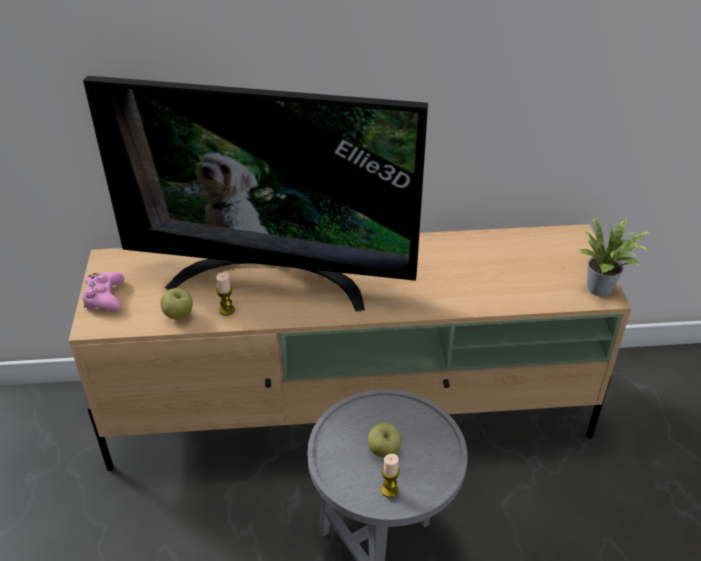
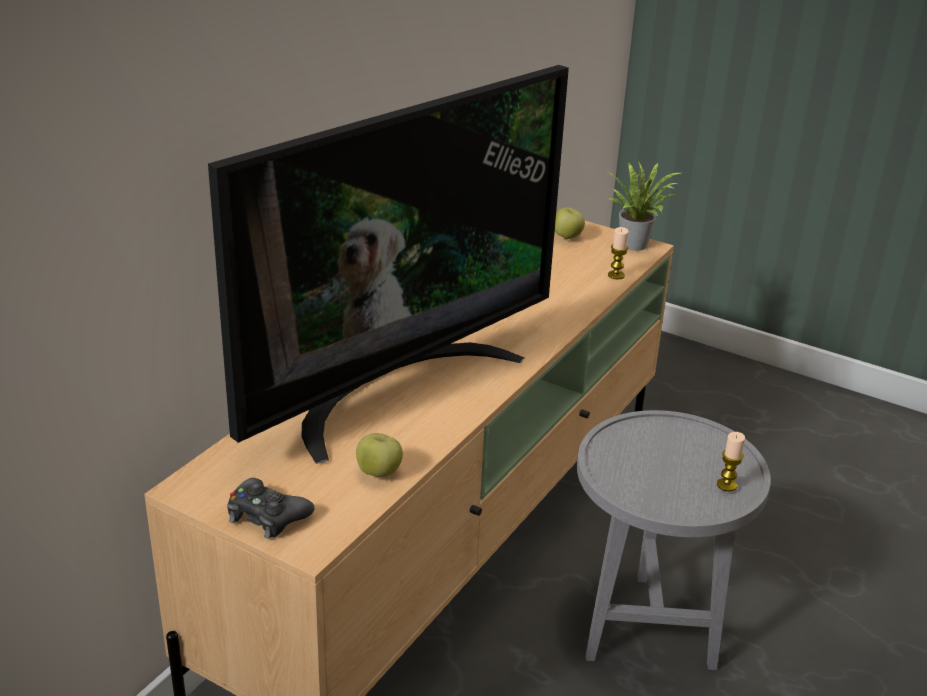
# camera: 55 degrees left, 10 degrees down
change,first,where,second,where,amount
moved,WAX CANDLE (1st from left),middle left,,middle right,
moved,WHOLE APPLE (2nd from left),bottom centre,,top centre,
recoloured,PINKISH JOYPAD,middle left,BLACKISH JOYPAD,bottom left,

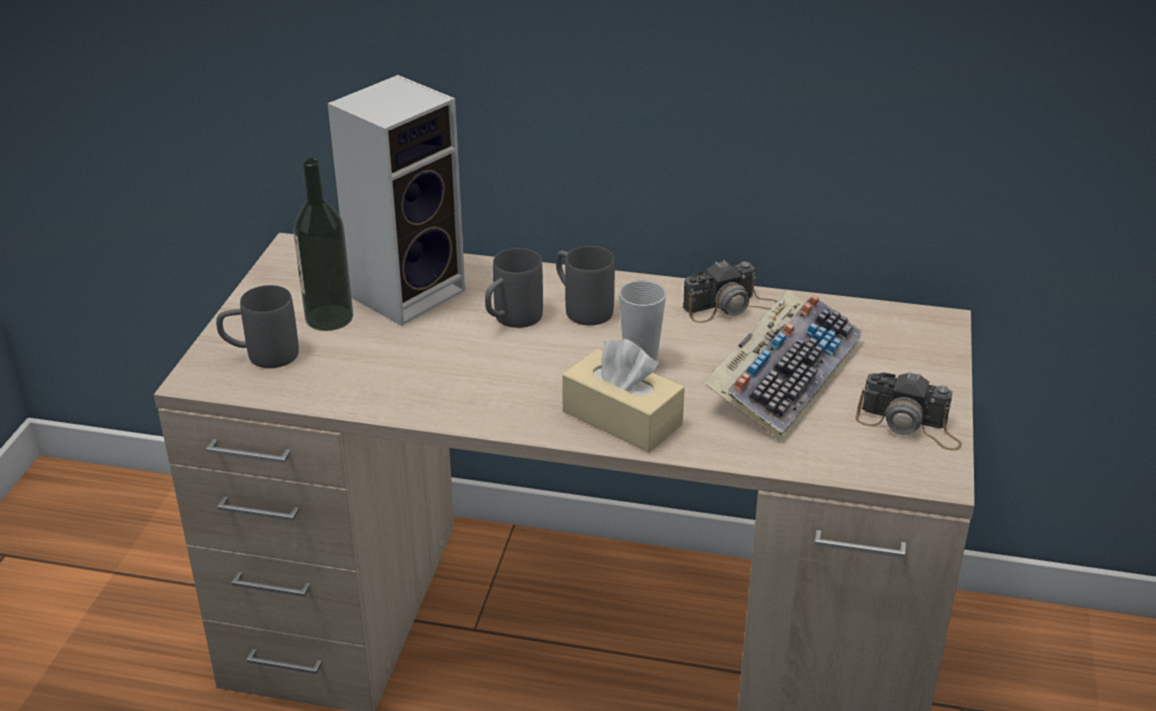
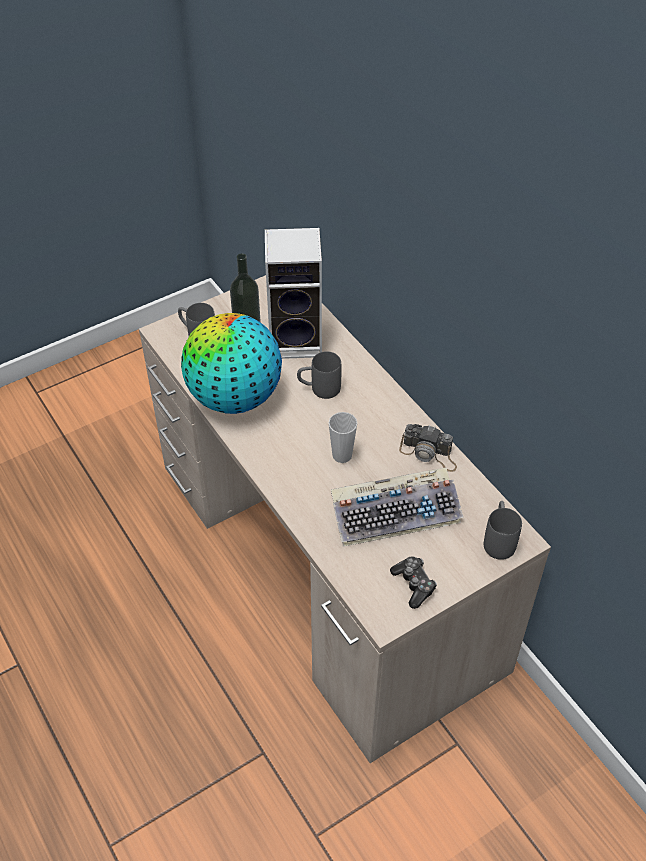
# camera: 45 degrees right, 15 degrees up
change,first,where,second,where,amount
removed,BEIGE-COLOURED TISSUE BOX,centre,,,
added,,,WORLD GLOBE,centre,
moved,GREYISH COFFEE MUG (3rd from left),centre,,middle right,
replaced,STILL CAMERA (2nd from left),middle right,JOYPAD,bottom centre,

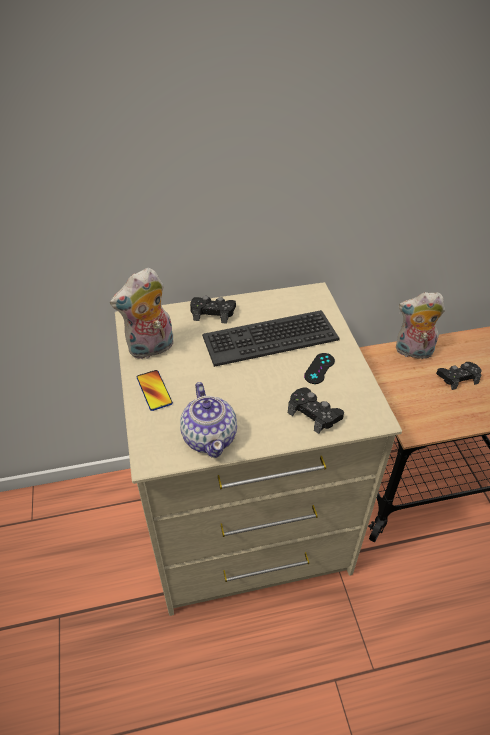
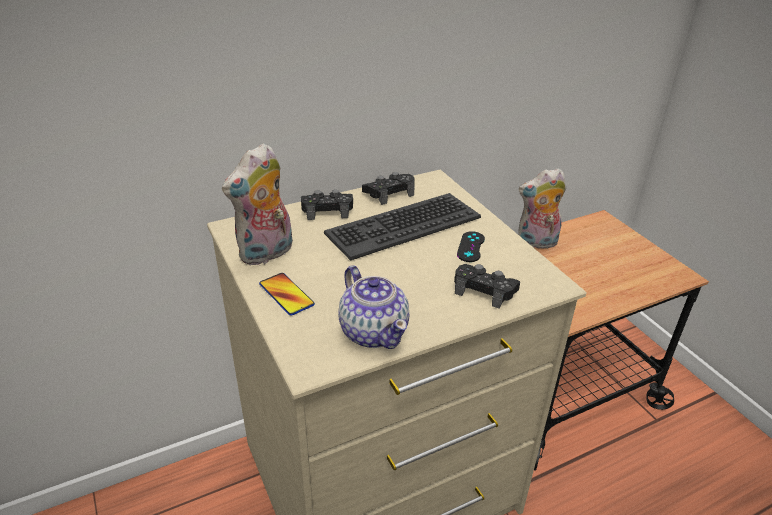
# camera: 15 degrees left, 10 degrees down
change,first,where,second,where,amount
moved,BLACKISH JOYPAD (4th from left in the first image),middle right,BLACKISH JOYPAD (2nd from left),centre,

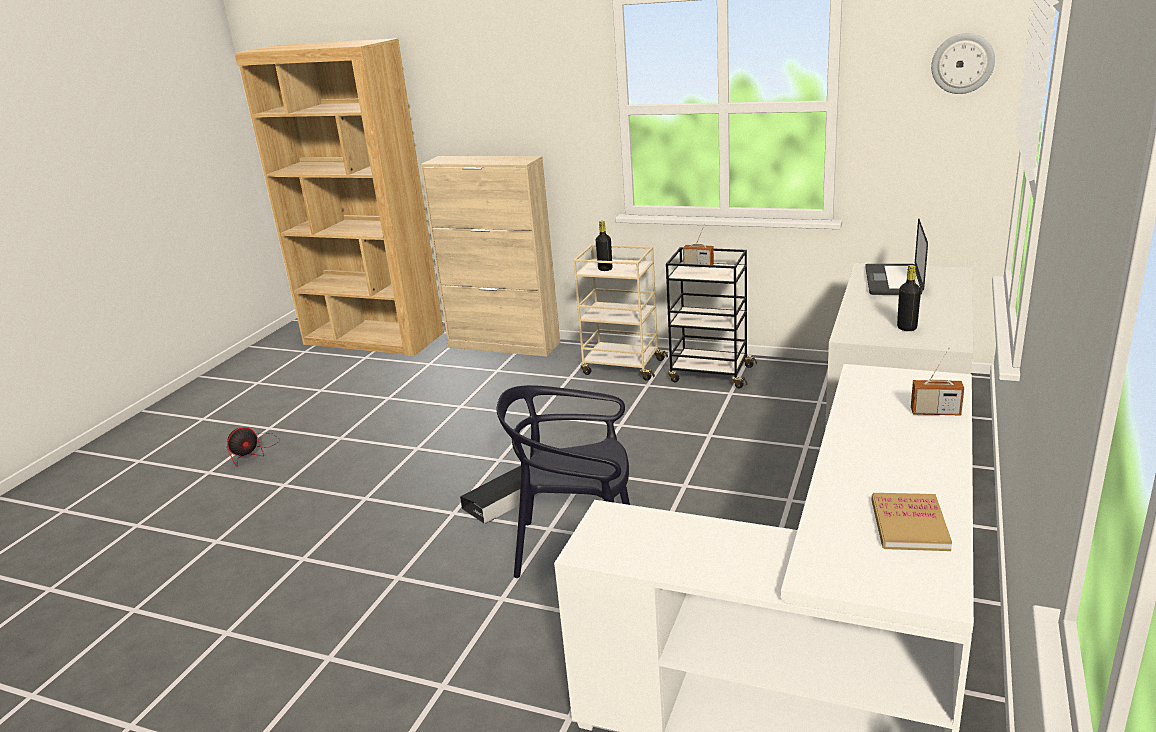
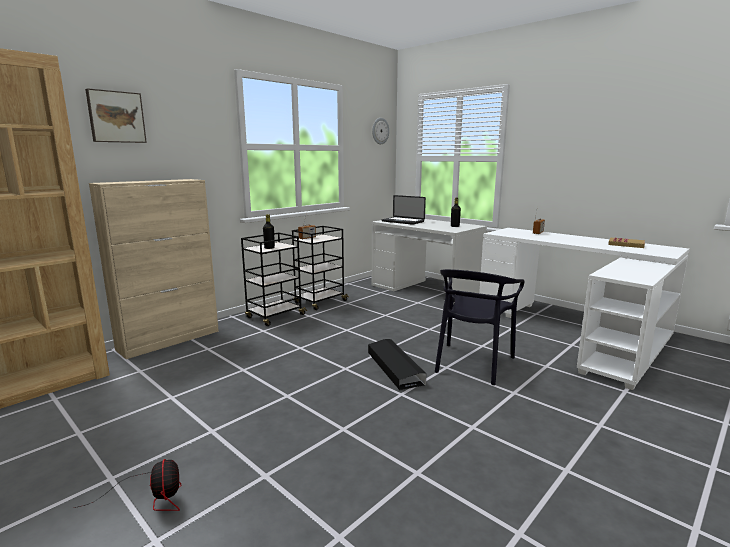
# camera: 70 degrees left, 10 degrees down
change,first,where,second,where,amount
added,,,WALL PICTURE,top left,
recoloured,BEIGE-COLOURED CART,centre,BLACKISH CART (1st from left),centre,

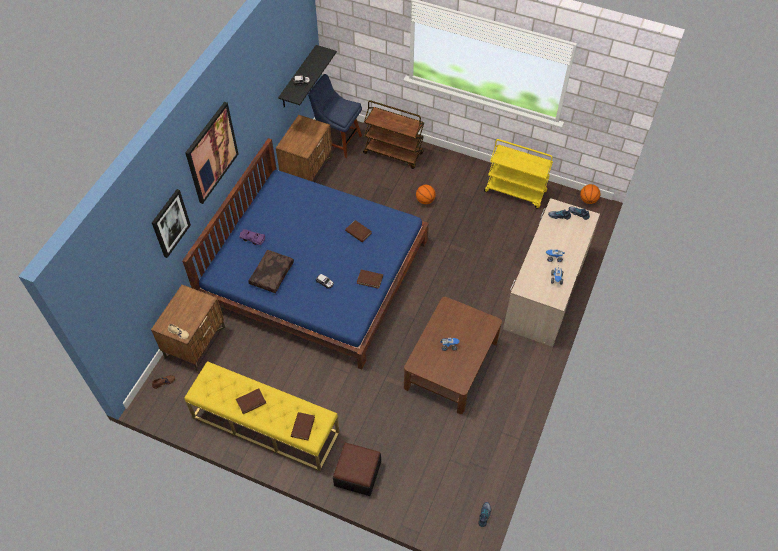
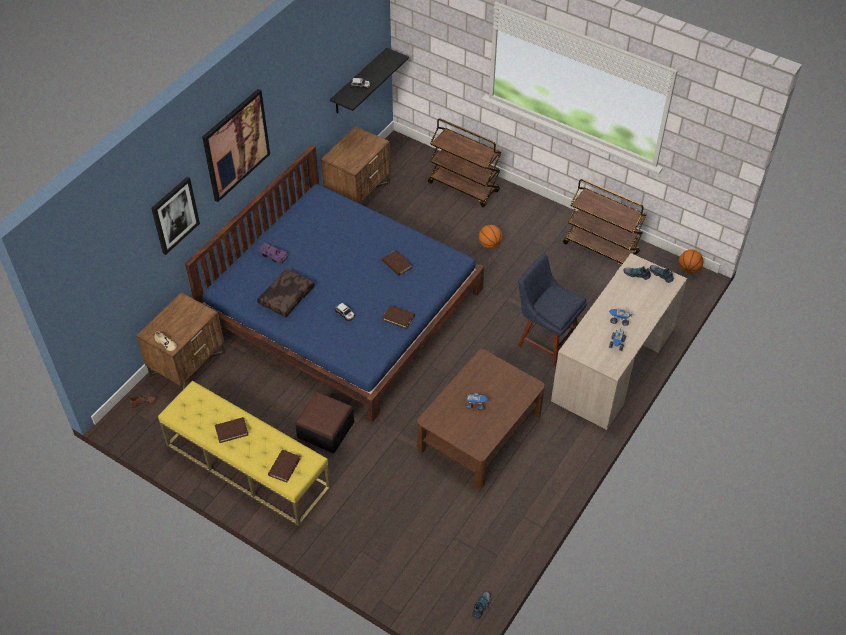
# camera: 10 degrees right, 5 degrees down
change,first,where,second,where,amount
moved,BLUE PLAIN CHAIR,top centre,,centre,
moved,FOOTREST,bottom centre,,centre,
recoloured,YELLOWISH CART,top centre,BROWNISH CART (2nd from left),middle right,

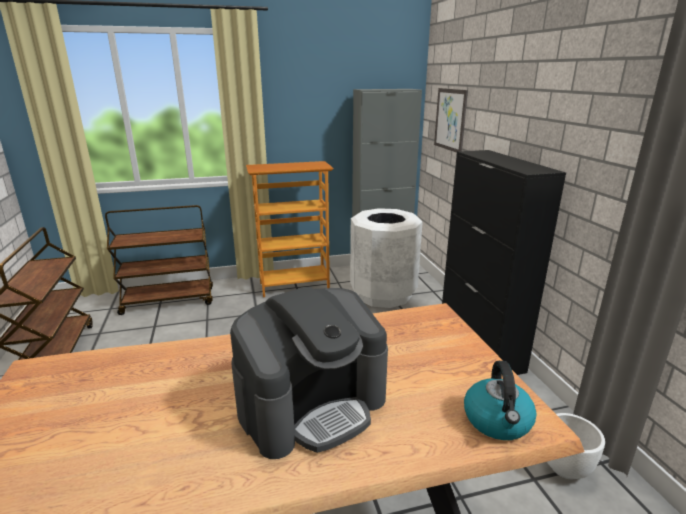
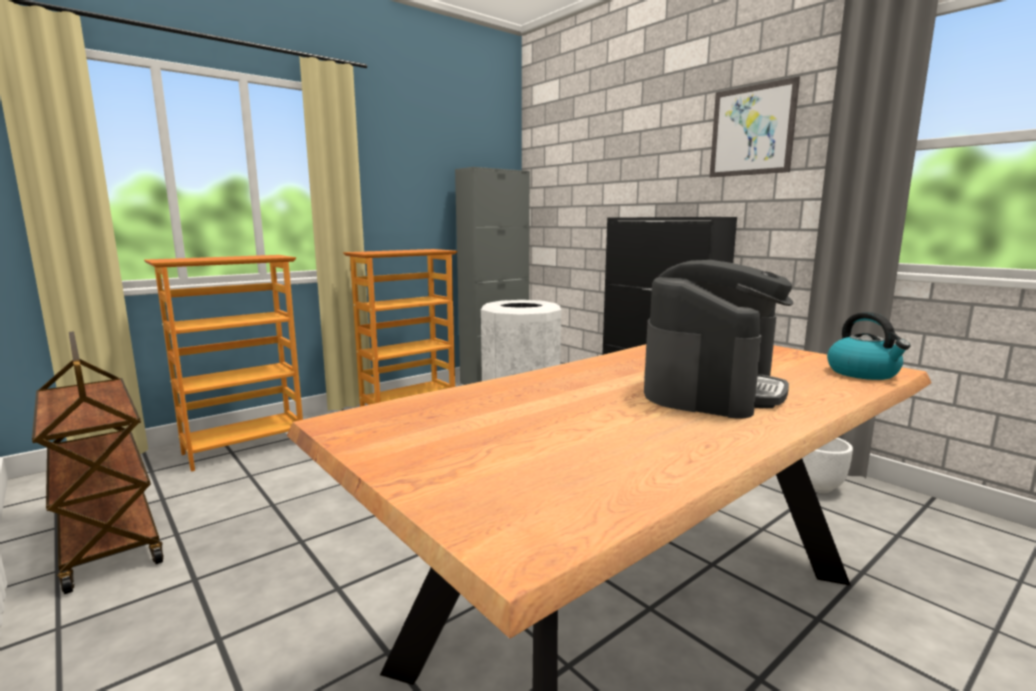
# camera: 25 degrees left, 10 degrees down
change,first,where,second,where,amount
moved,WALL PICTURE,top centre,,top right,
replaced,BROWNISH CART (2nd from left),middle left,BOOKSHELF (1st from left),middle left,

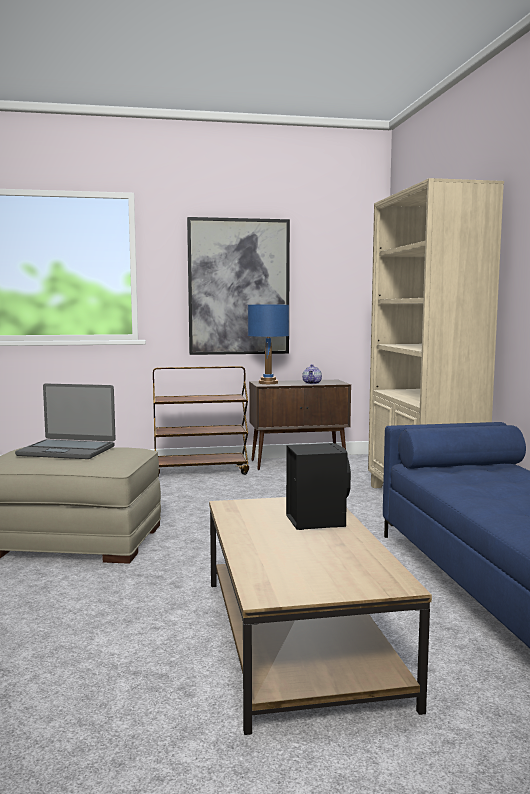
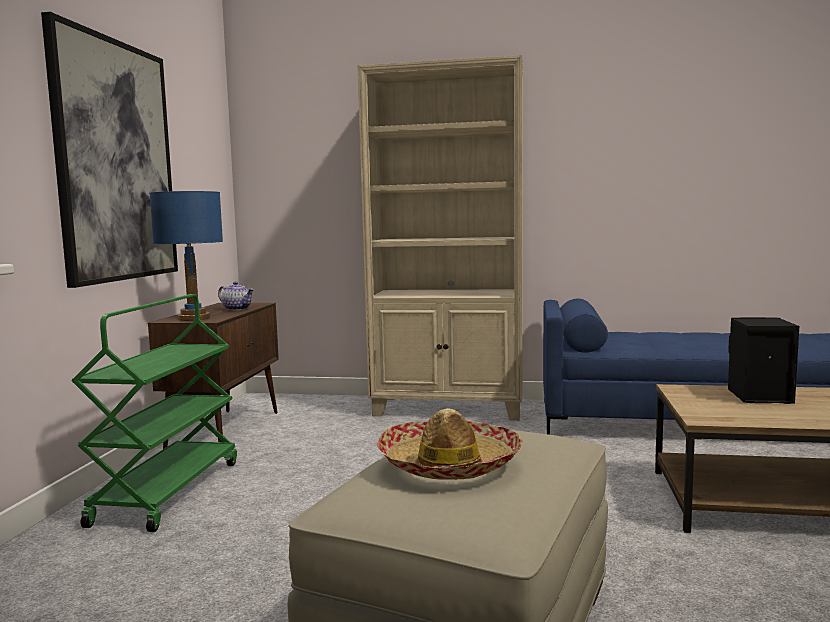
# camera: 70 degrees left, 0 degrees up
change,first,where,second,where,amount
replaced,LAPTOP,middle left,CLOTHING HAT,bottom centre,
recoloured,BROWNISH CART,centre,GREENISH CART,middle left,

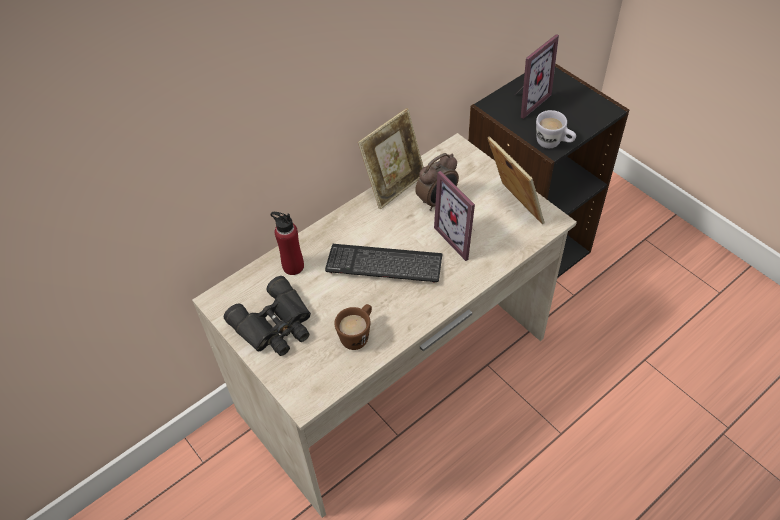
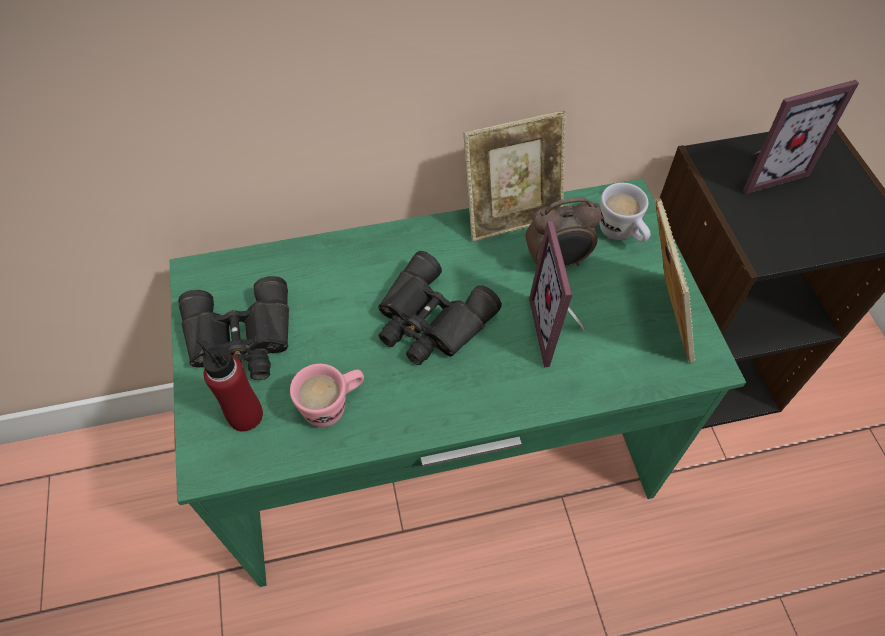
# camera: 25 degrees right, 5 degrees up
change,first,where,second,where,amount
moved,REDDISH DRINK BOTTLE,centre,,middle left,
moved,WHITE-COLOURED COFFEE MUG,top right,,middle right,
replaced,KEYBOARD,centre,BLACKISH BINOCULARS (2nd from left),centre,
recoloured,BEIGE-COLOURED DESK,centre,GREENISH DESK,centre,
recoloured,BROWNISH COFFEE MUG,centre,PINKISH COFFEE MUG,centre,

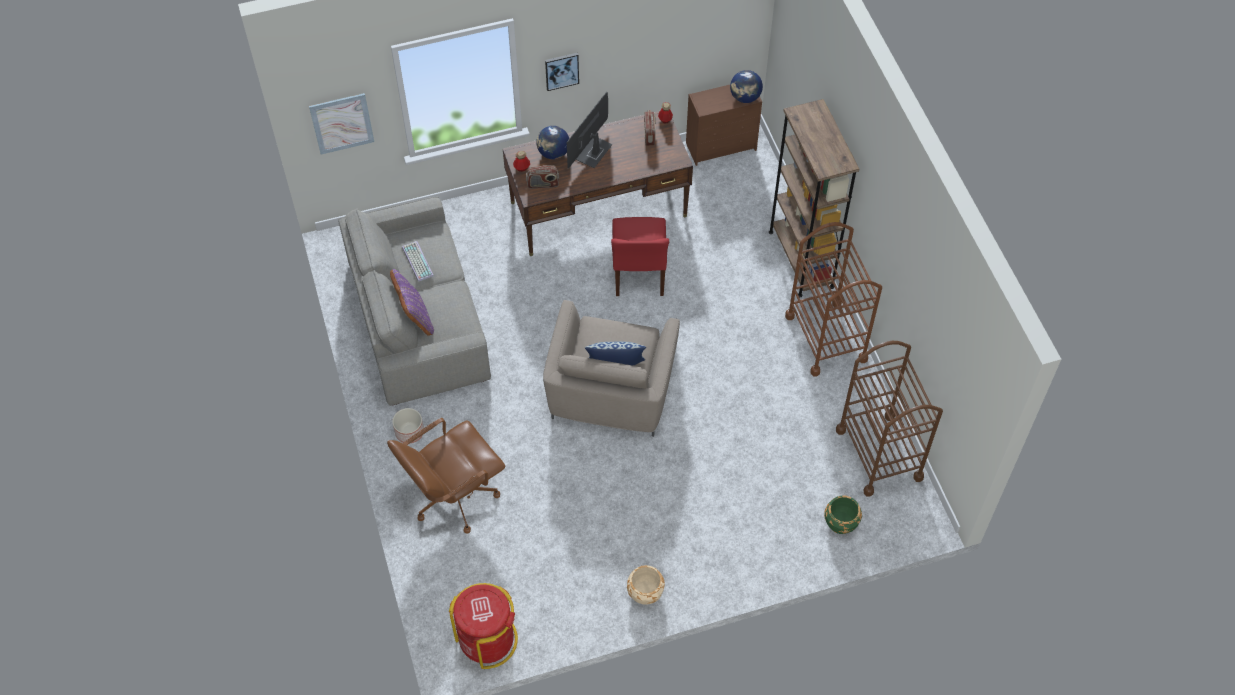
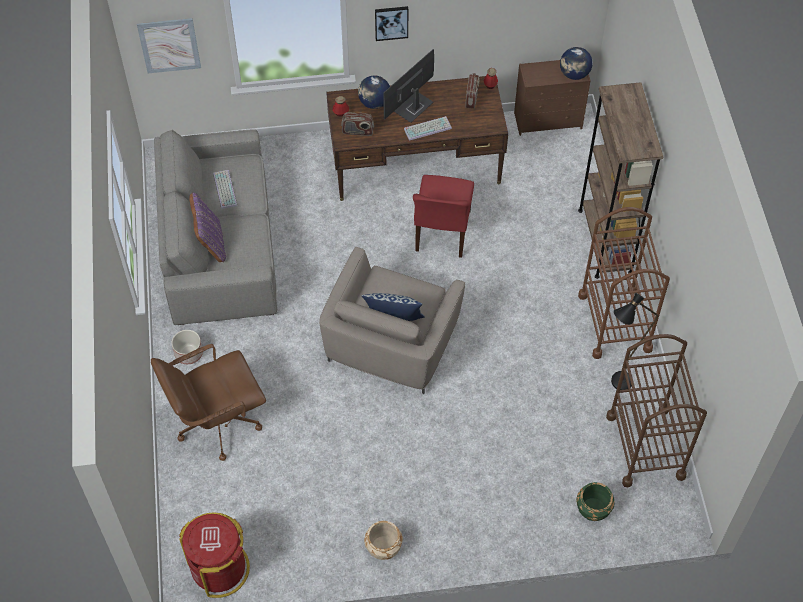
# camera: 10 degrees right, 0 degrees up
change,first,where,second,where,amount
added,,,KEYBOARD (2nd from left),top centre,
added,,,BLACKISH STANDING LAMP,middle right,

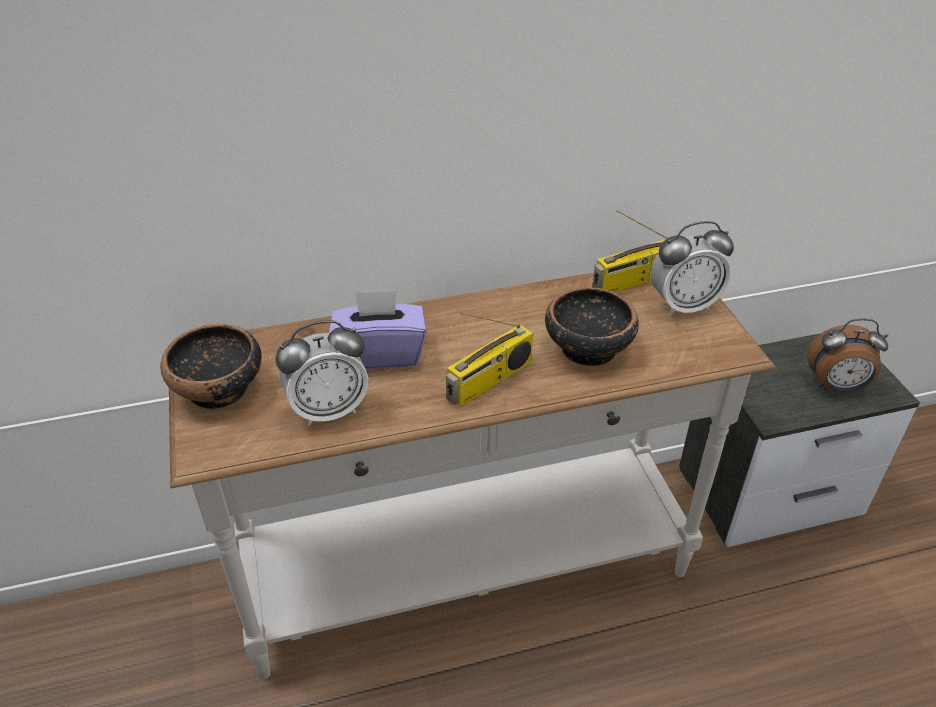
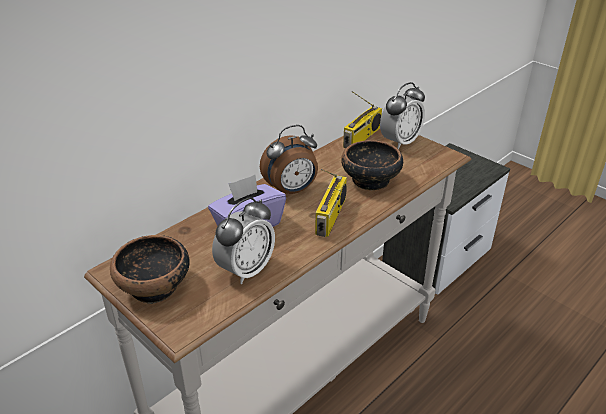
# camera: 30 degrees left, 5 degrees down
change,first,where,second,where,amount
moved,BEDSIDE CLOCK (3rd from left in the first image),middle right,BEDSIDE CLOCK (2nd from left),centre,

